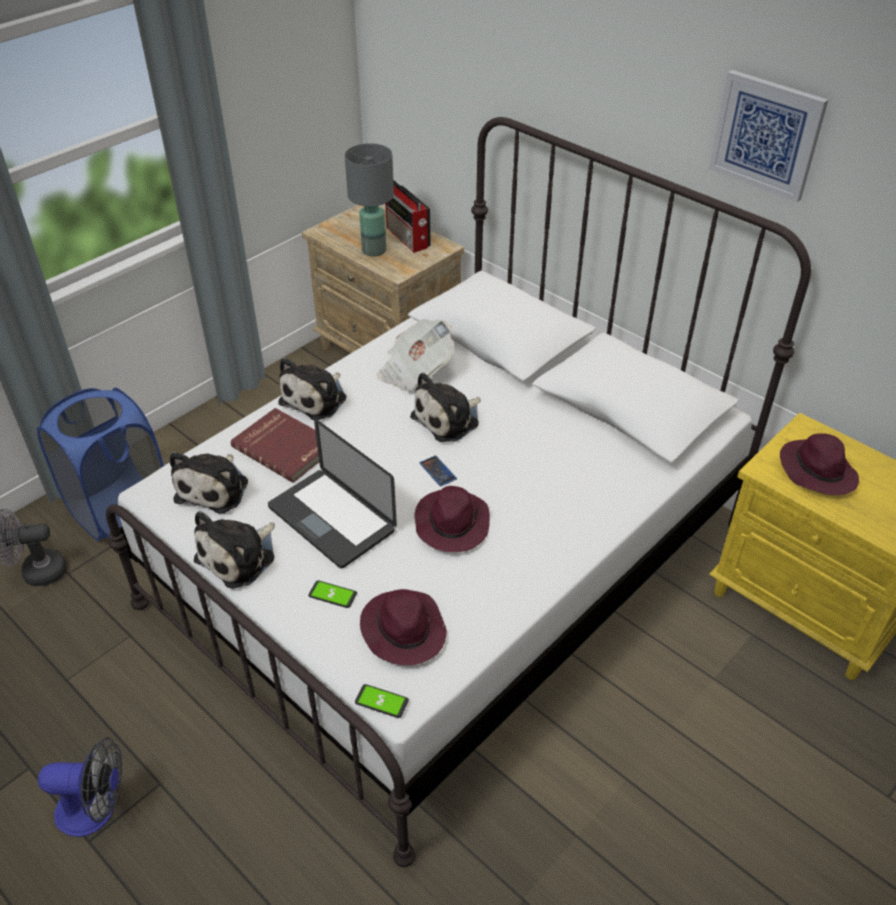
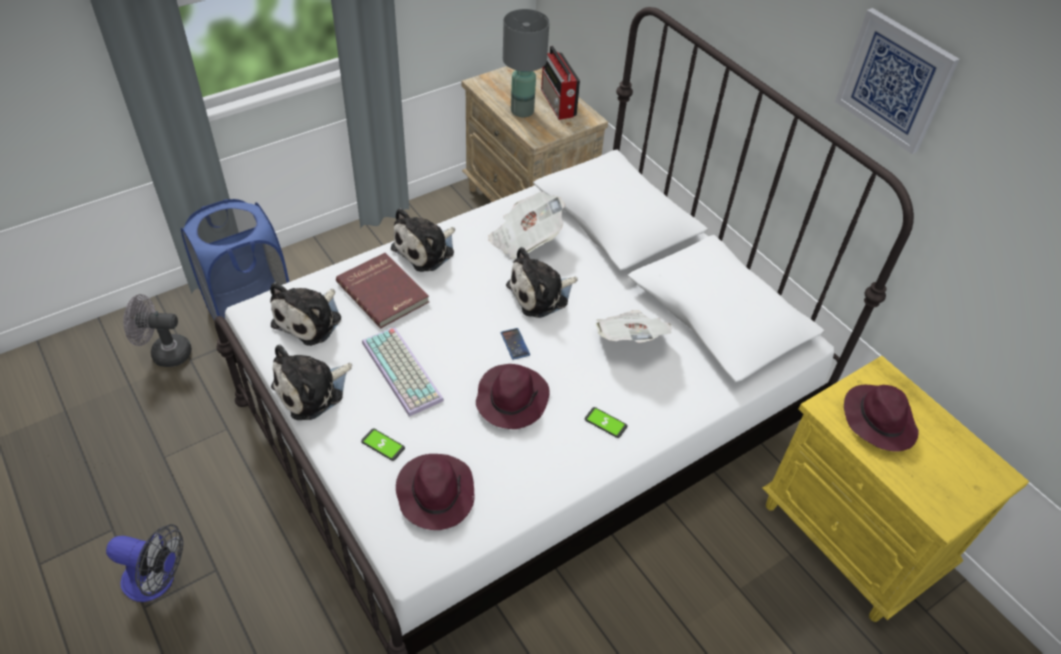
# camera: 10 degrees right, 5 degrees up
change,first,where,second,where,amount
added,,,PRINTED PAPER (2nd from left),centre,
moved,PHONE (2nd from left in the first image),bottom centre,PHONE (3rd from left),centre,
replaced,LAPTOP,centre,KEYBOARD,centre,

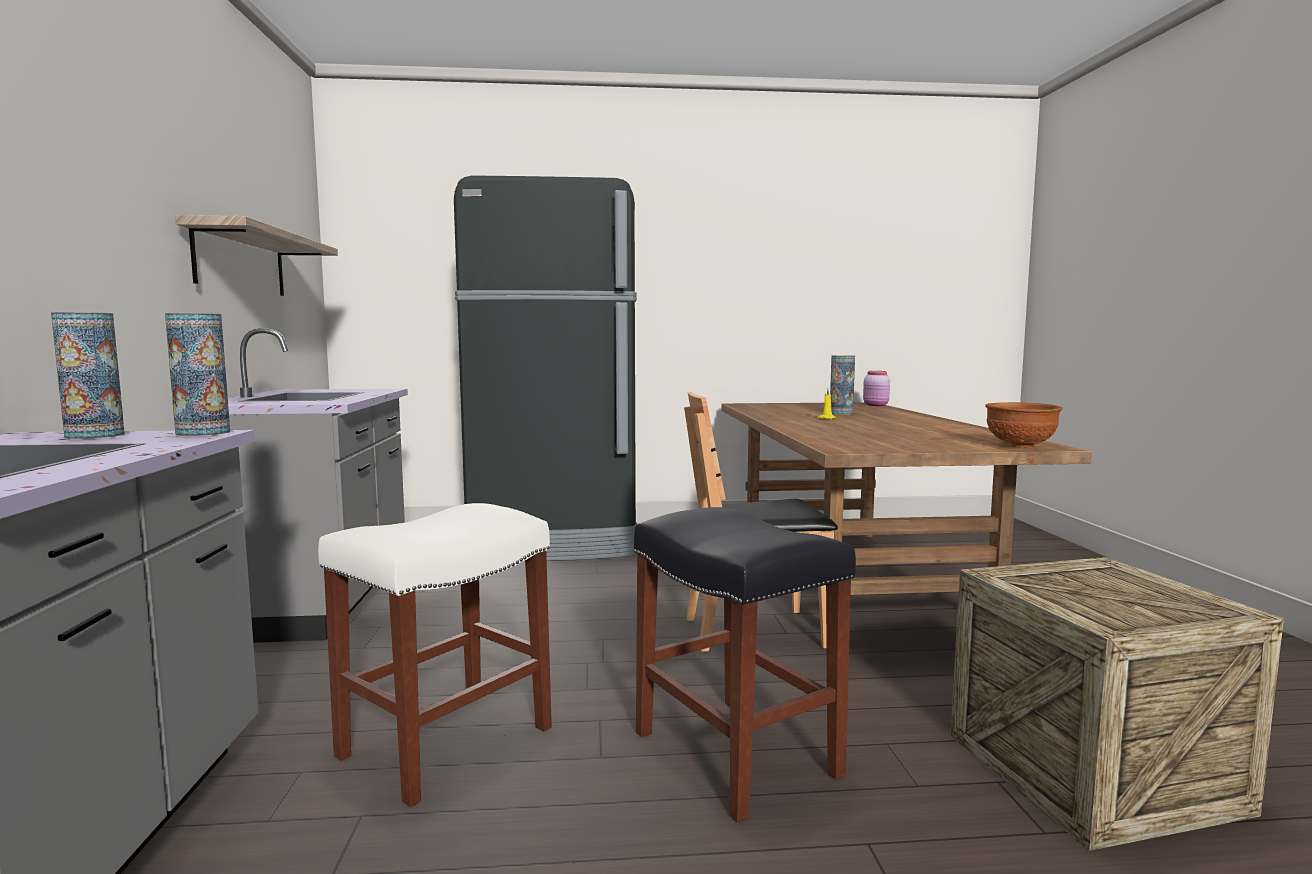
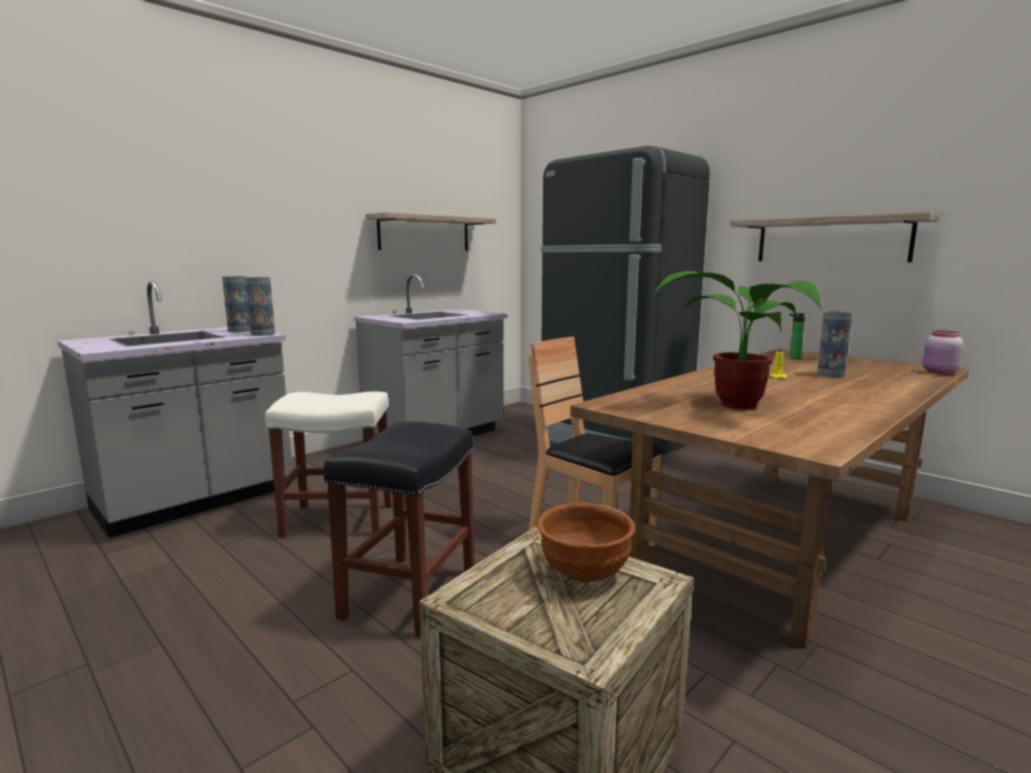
# camera: 50 degrees right, 5 degrees up
change,first,where,second,where,amount
added,,,HOUSEPLANT,middle right,
added,,,WALL SHELF (2nd from left),top right,
added,,,DRINK BOTTLE,middle right,
moved,BROWNISH SERVING BOWL,middle right,,bottom centre,

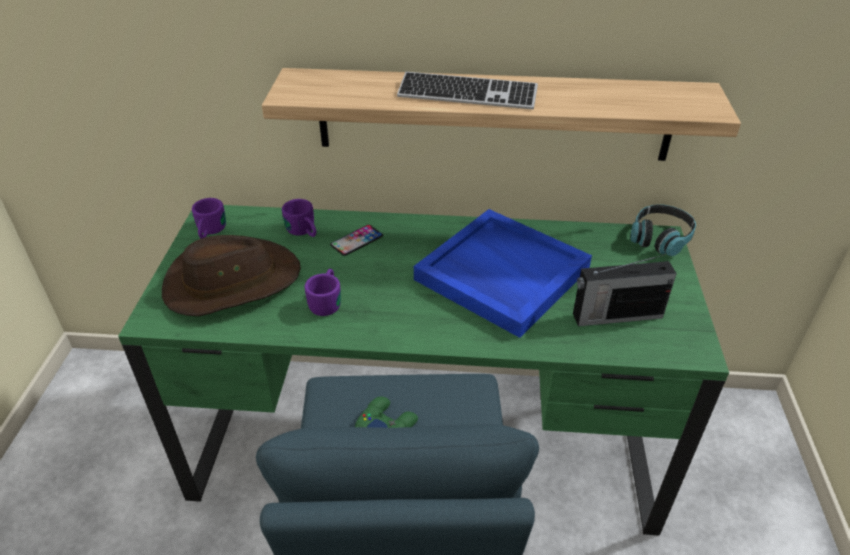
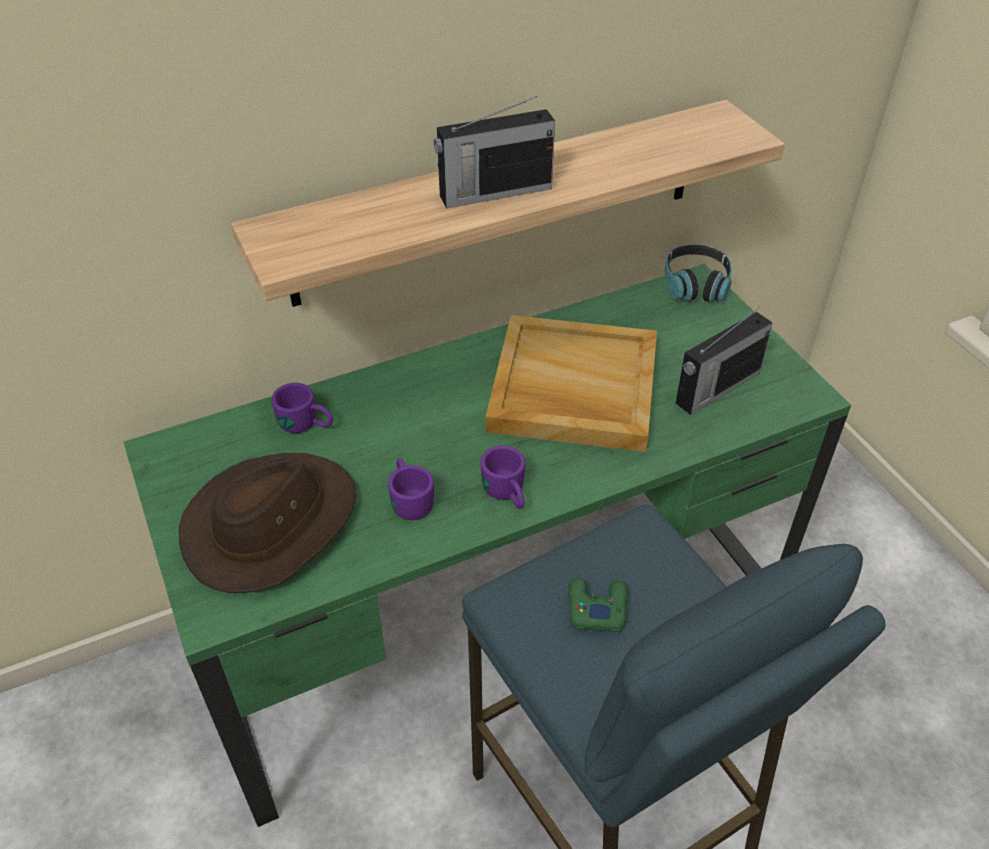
# camera: 30 degrees left, 5 degrees up
change,first,where,second,where,amount
removed,PHONE,centre,,,
moved,PURPLE-COLOURED COFFEE MUG (1st from left in the first image),middle left,PURPLE-COLOURED COFFEE MUG (3rd from left),centre,
replaced,KEYBOARD,top centre,RADIO RECEIVER (1st from left),top centre,
recoloured,BLUE TRAY,centre,BEIGE-COLOURED TRAY,centre,

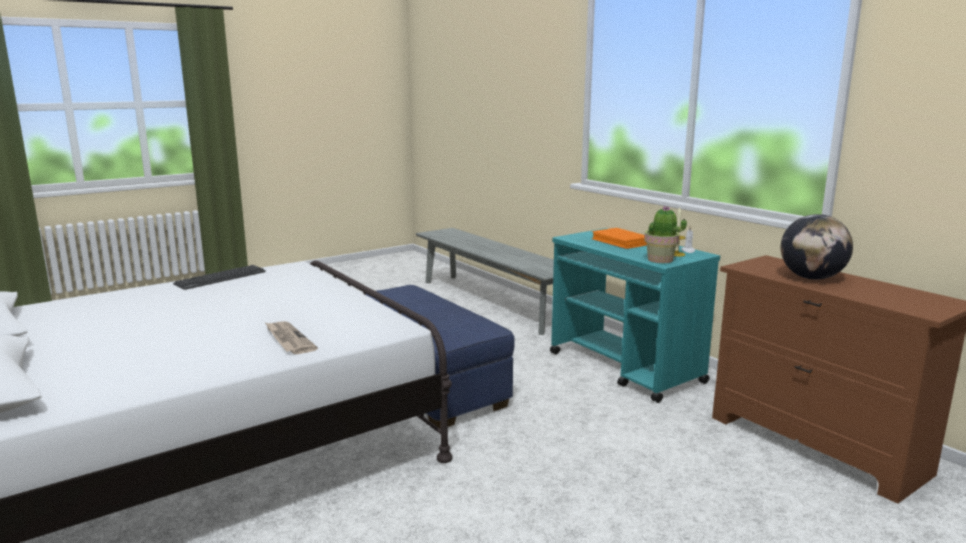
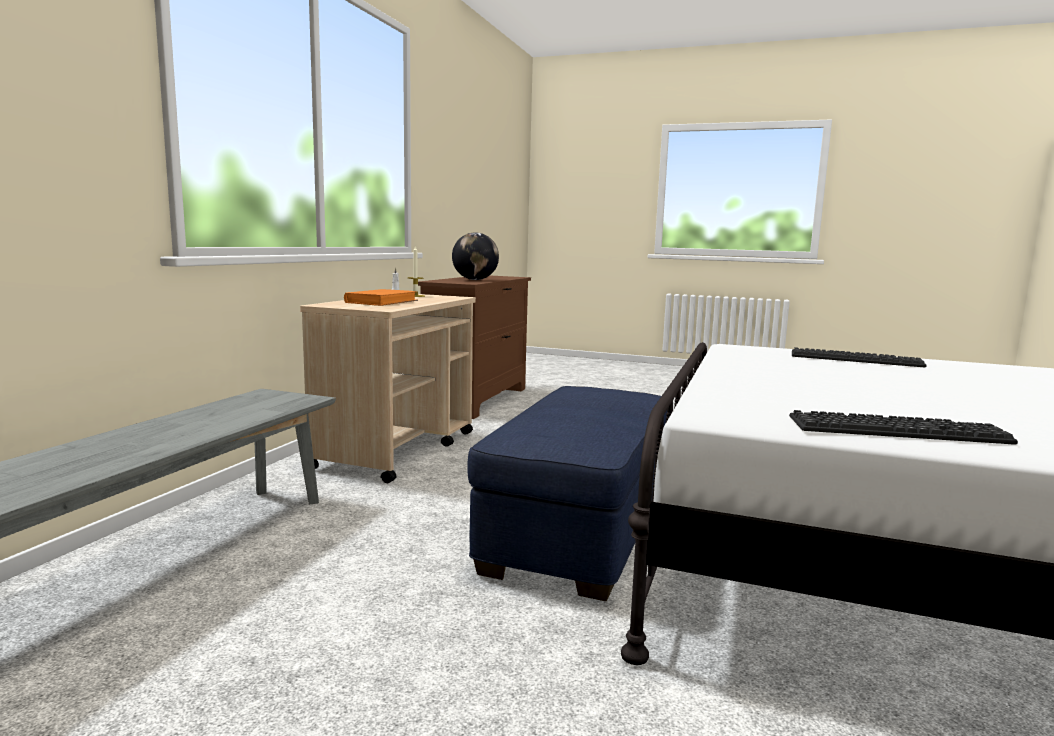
# camera: 125 degrees left, 5 degrees down
change,first,where,second,where,amount
removed,HOUSEPLANT,middle right,,,
replaced,PRINTED PAPER,middle left,KEYBOARD (1st from left),middle right,
recoloured,TURQUOISE-COLOURED CART,centre,BEIGE-COLOURED CART,centre,

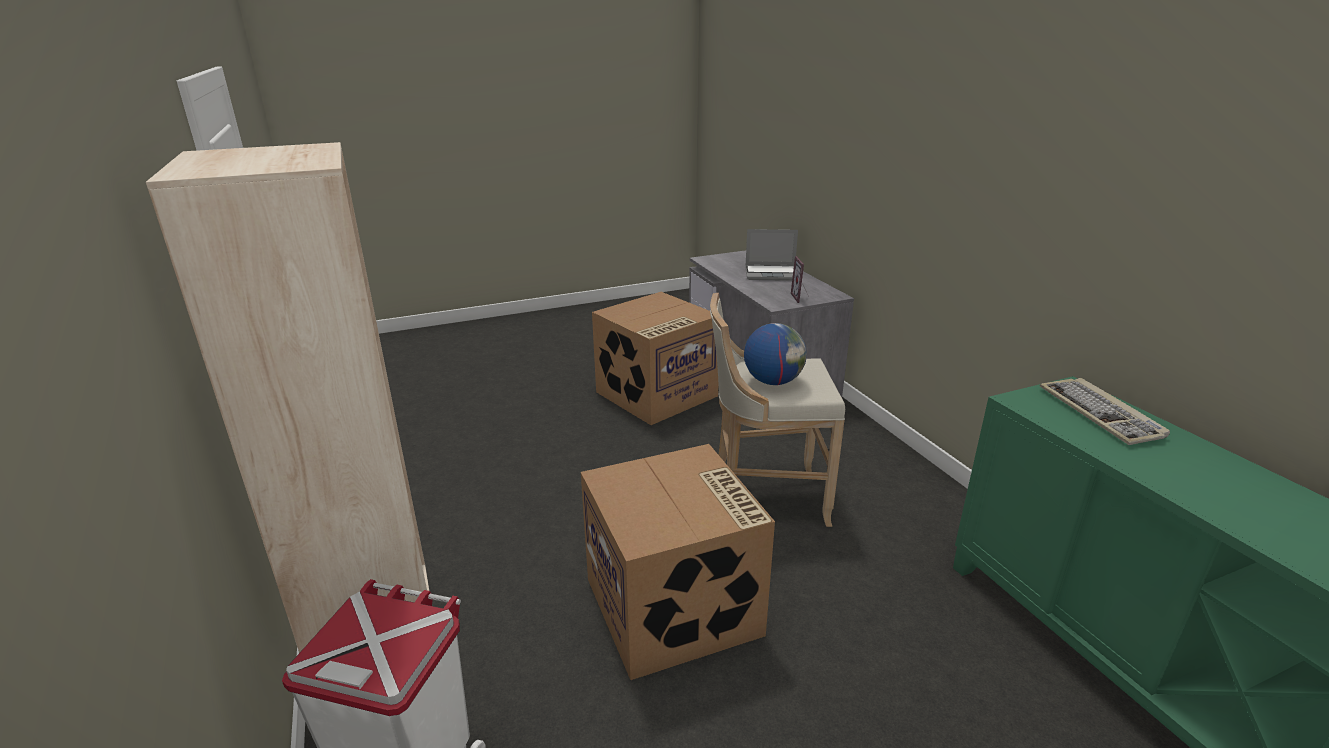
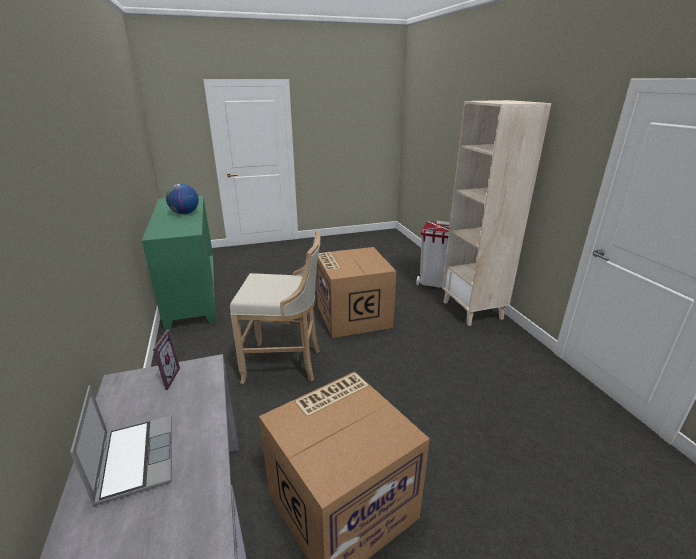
# camera: 175 degrees left, 0 degrees up
change,first,where,second,where,amount
removed,KEYBOARD,middle right,,,
moved,WORLD GLOBE,centre,,middle left,
turned,LAPTOP,centre,,bottom left,60 degrees clockwise

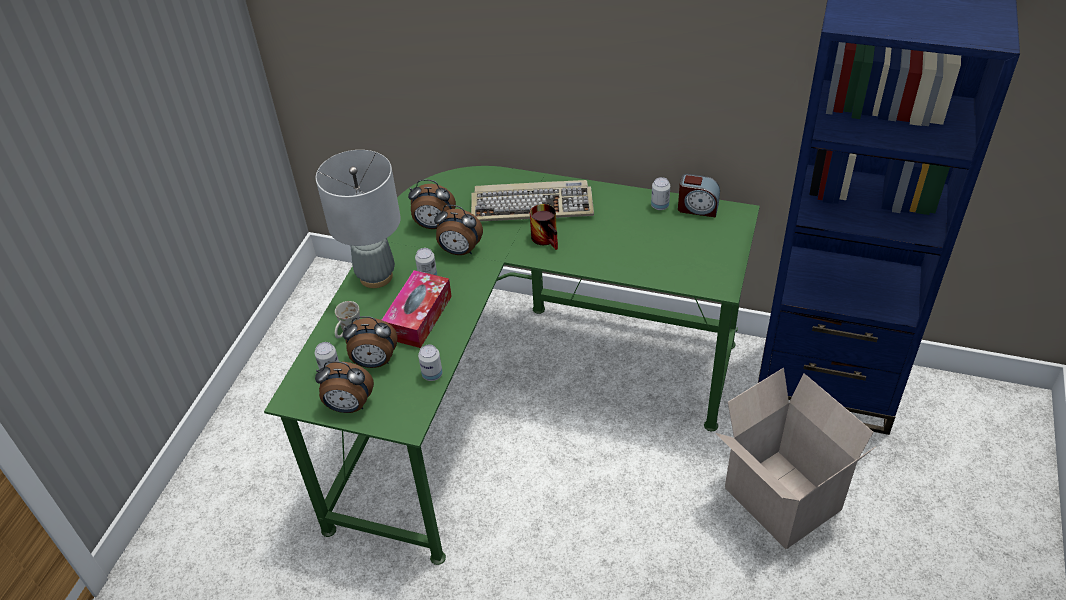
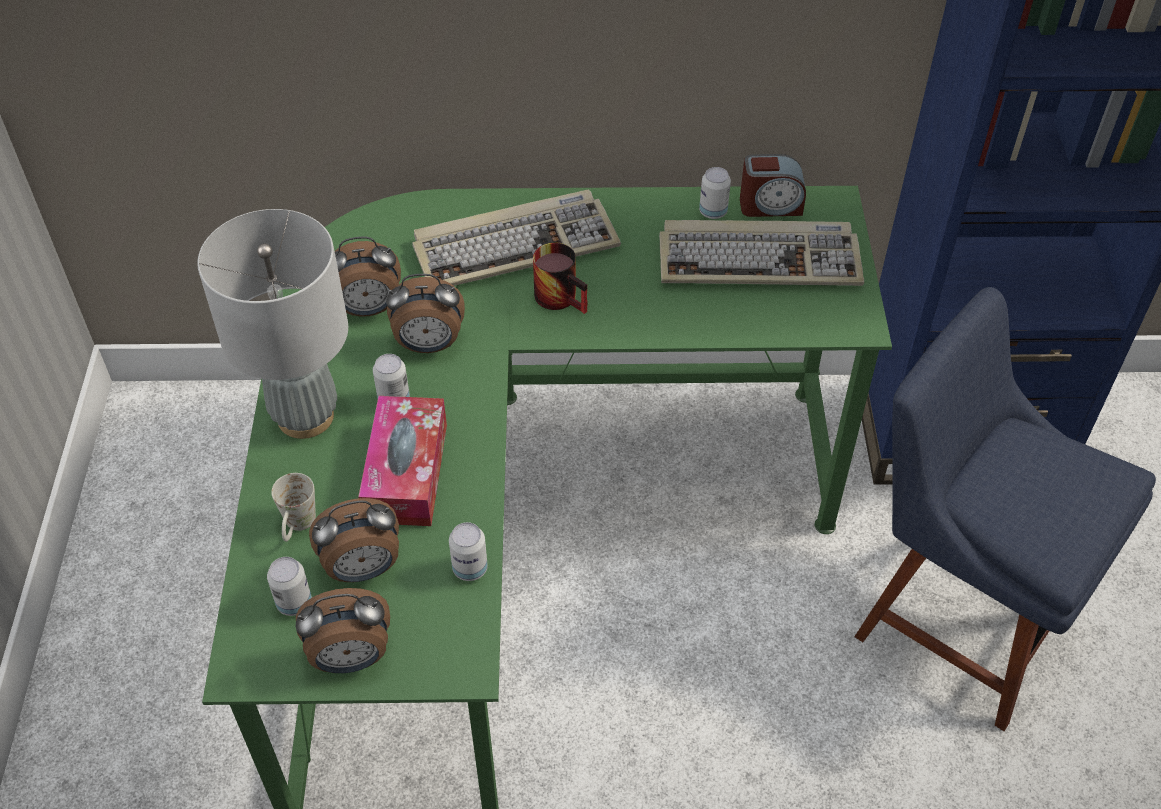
# camera: 20 degrees left, 5 degrees up
change,first,where,second,where,amount
added,,,KEYBOARD (2nd from left),top centre,
replaced,CARDBOARD BOX,bottom right,BLUE PLAIN CHAIR,middle right,

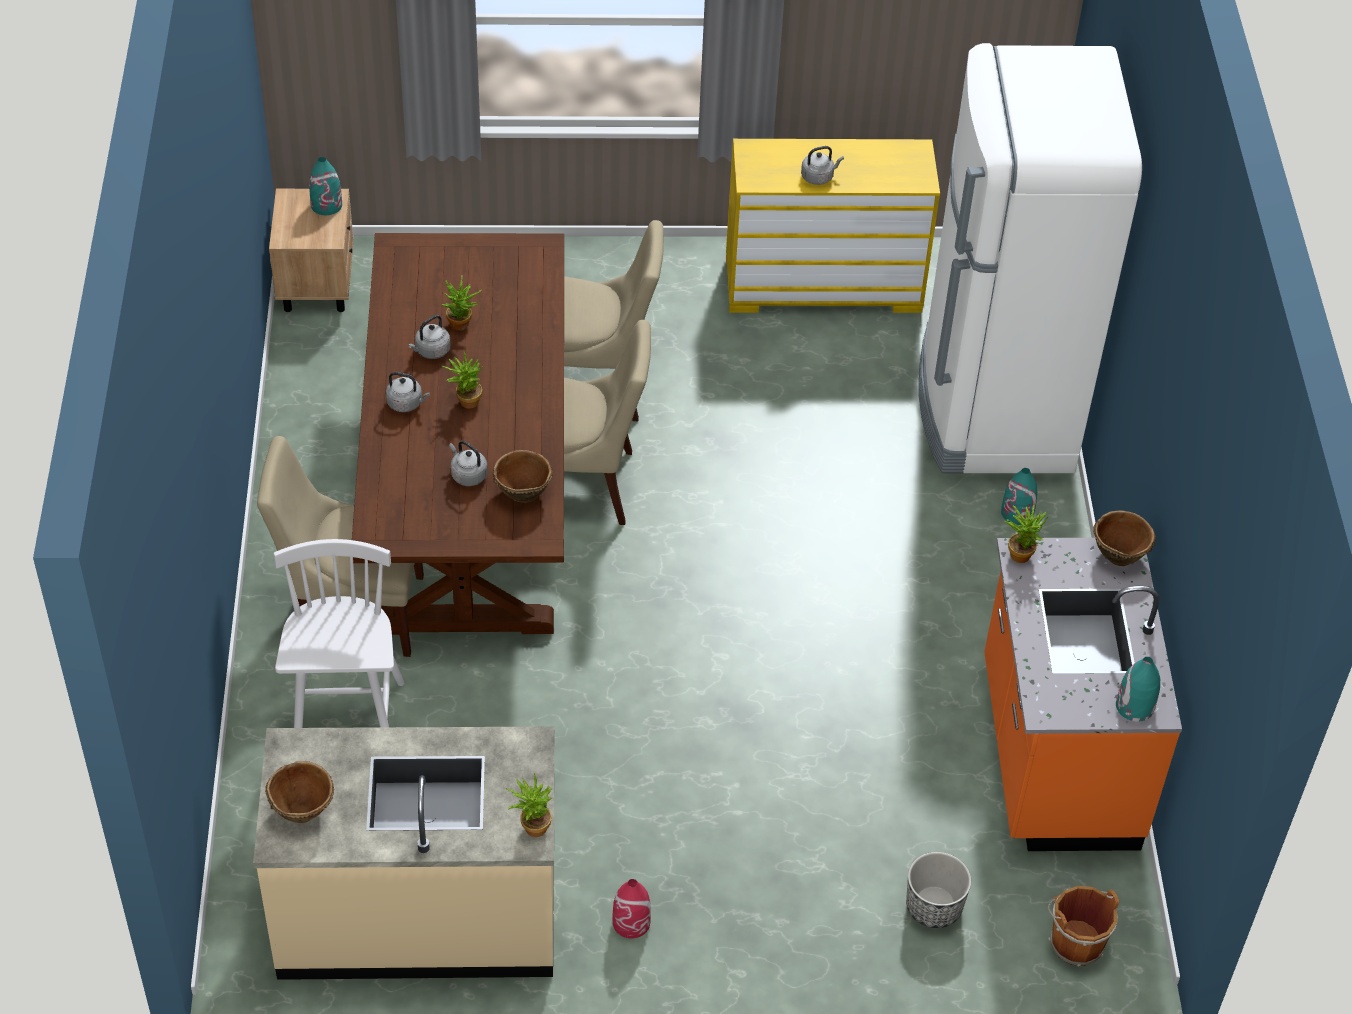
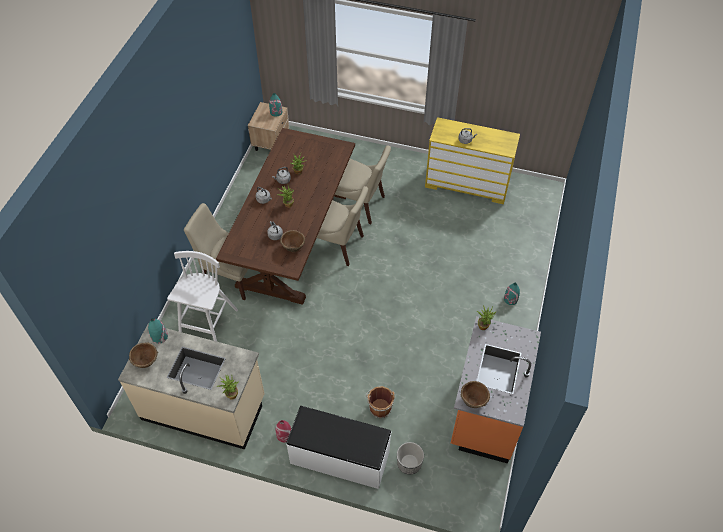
# camera: 20 degrees right, 5 degrees up
change,first,where,second,where,amount
removed,WHITE-COLOURED FRIDGE,top right,,,
added,,,WHITE-COLOURED LONG SEAT,bottom centre,
moved,BROWNISH WATER BUCKET,bottom right,,bottom centre,
moved,BROWNISH SERVING BOWL (3rd from left),middle right,,bottom centre,
moved,TURQUOISE-COLOURED VASE (3rd from left in the first image),bottom right,TURQUOISE-COLOURED VASE (1st from left),middle left,

